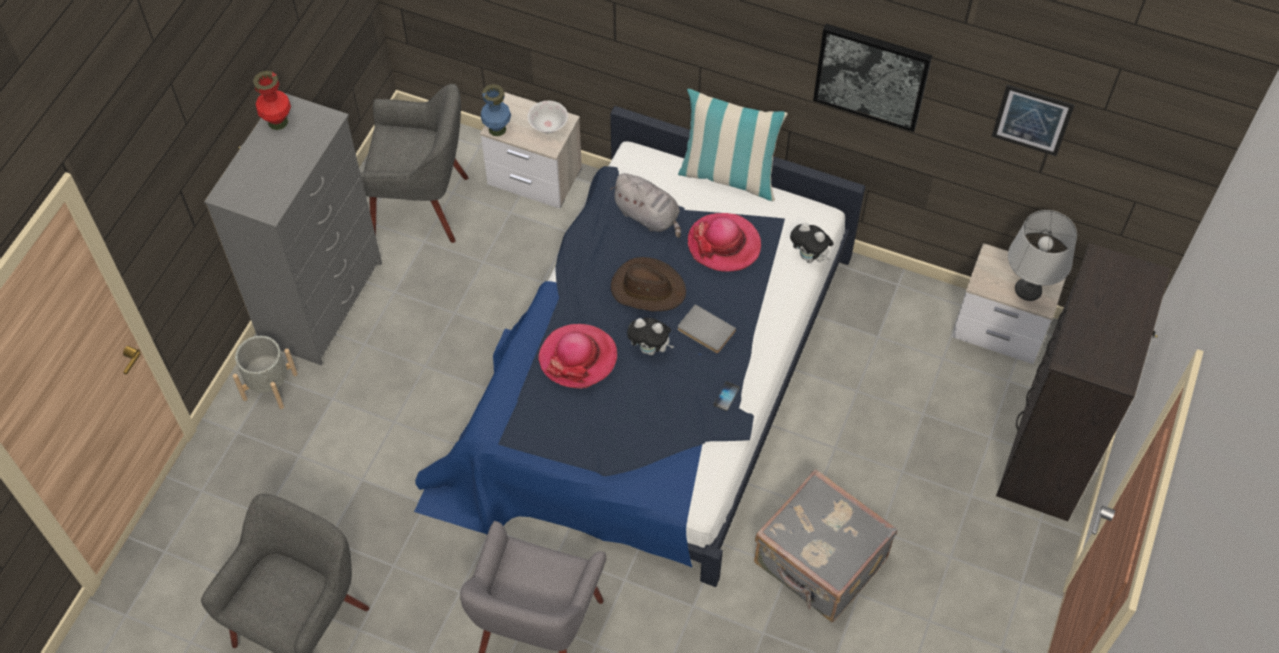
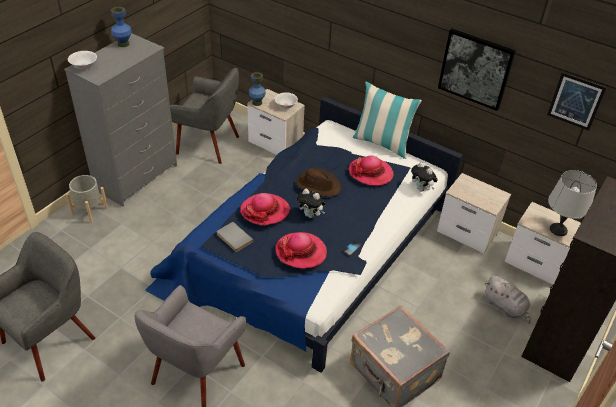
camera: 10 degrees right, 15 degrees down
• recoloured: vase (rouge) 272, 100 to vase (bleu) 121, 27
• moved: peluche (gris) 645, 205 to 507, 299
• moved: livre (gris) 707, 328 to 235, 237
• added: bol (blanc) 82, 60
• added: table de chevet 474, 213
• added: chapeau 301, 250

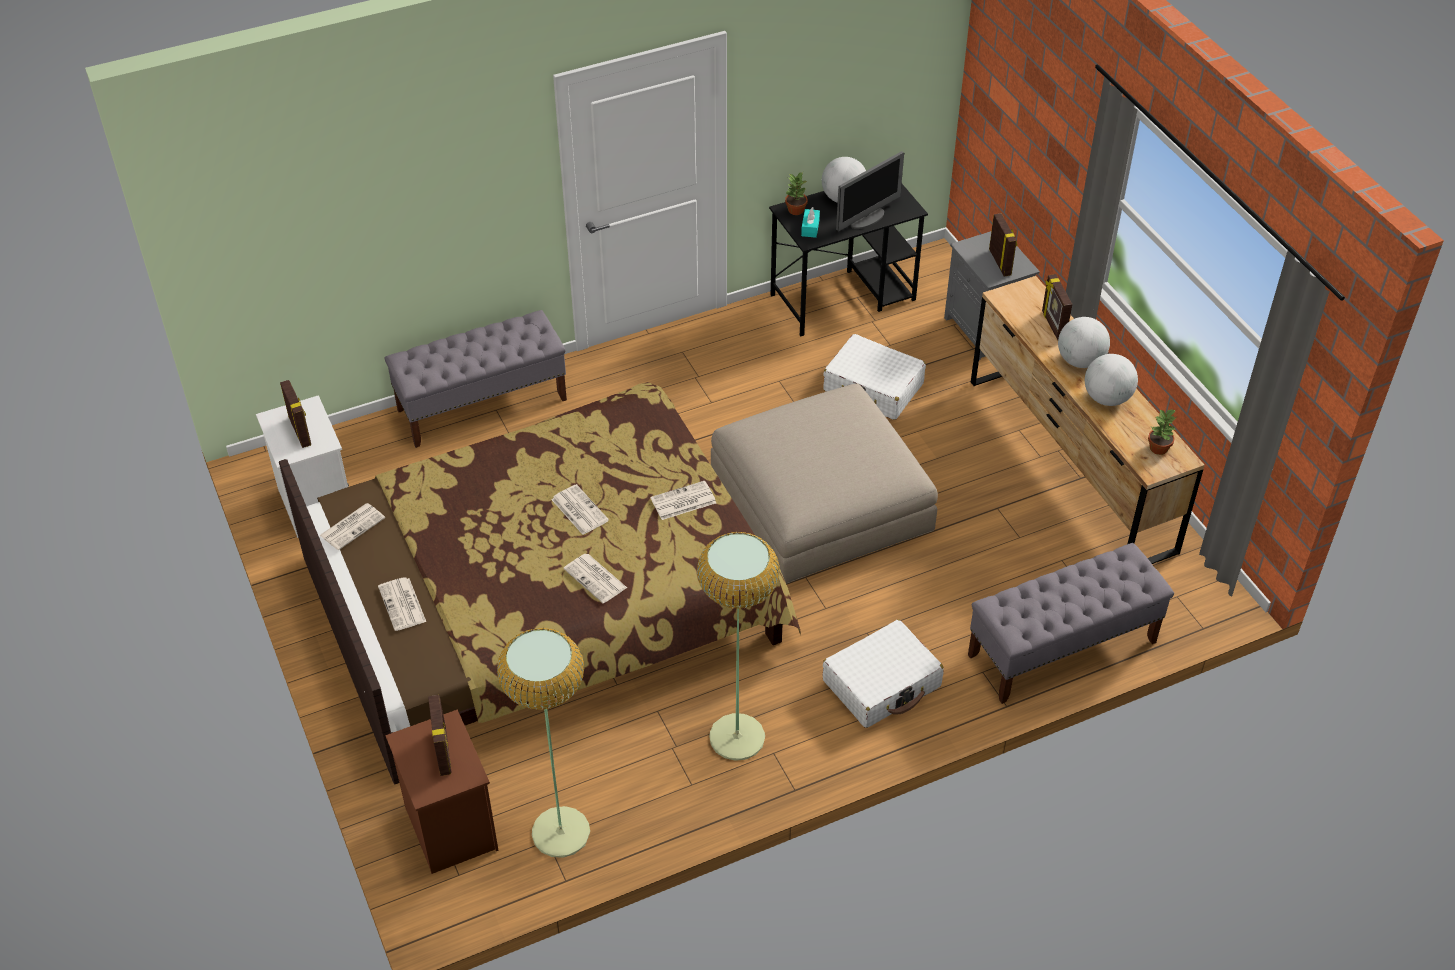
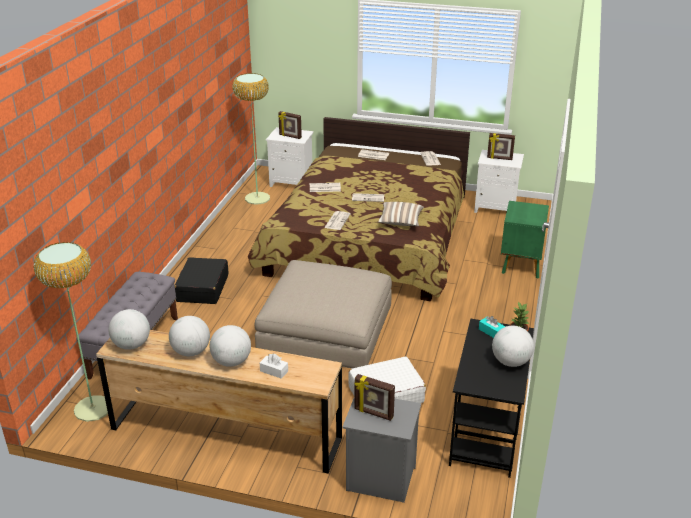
camera: 130 degrees right, 15 degrees down
• removed: écran d'ordinateur 870, 191
• replaced: cadre photo 1057, 307 to boîte à mouchoirs (blanc) 274, 366
• replaced: banc (gris) 476, 379 to table de chevet (vert) 525, 240
• replaced: plante en pot 1162, 431 to globe 129, 329
• moved: lampadaire 738, 646 to 70, 332
• recoloured: valise (blanc) 883, 674 to valise (noir) 201, 280
• recoloured: table de chevet (marron) 442, 791 to table de chevet (blanc) 290, 157
• added: coussin 401, 214

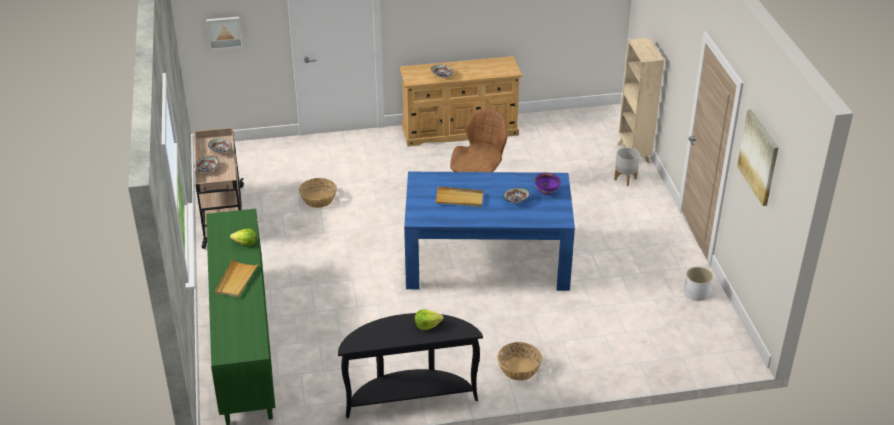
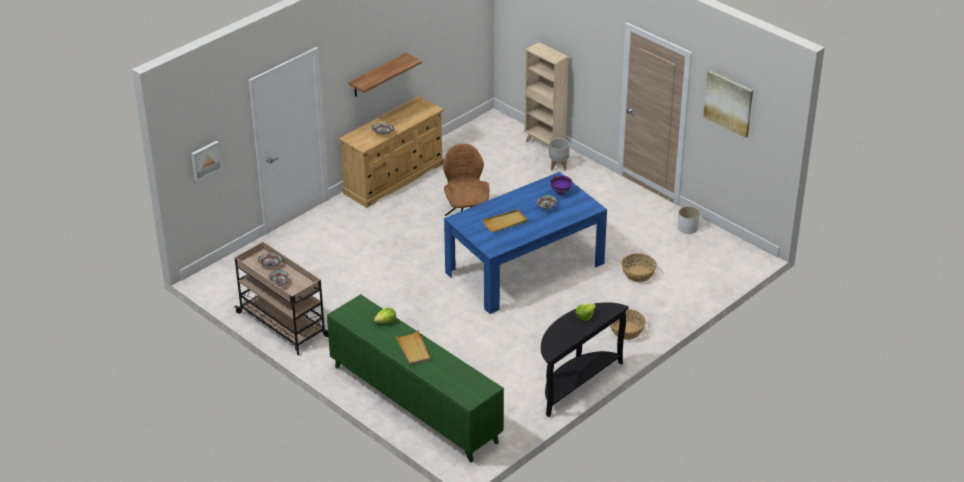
camera: 35 degrees left, 0 degrees up
• moved: panier 318, 193 to 639, 267
• added: étagère 385, 75

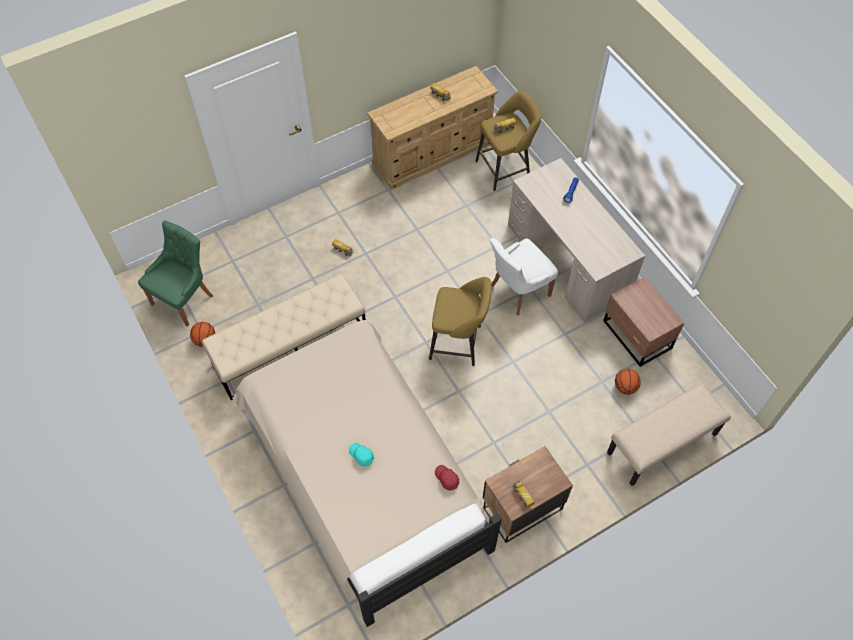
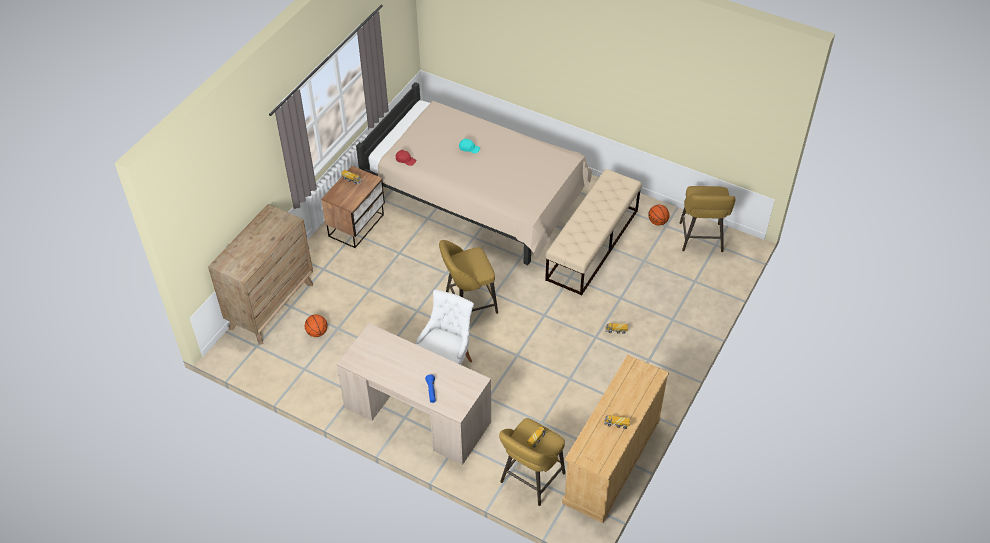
camera: 150 degrees right, 10 degrees down
• replaced: chaise (vert) 175, 274 to tabouret (jaune) 707, 219
• removed: table de chevet (marron) 643, 322
• replaced: banc (beige) 669, 434 to commode (marron) 260, 274

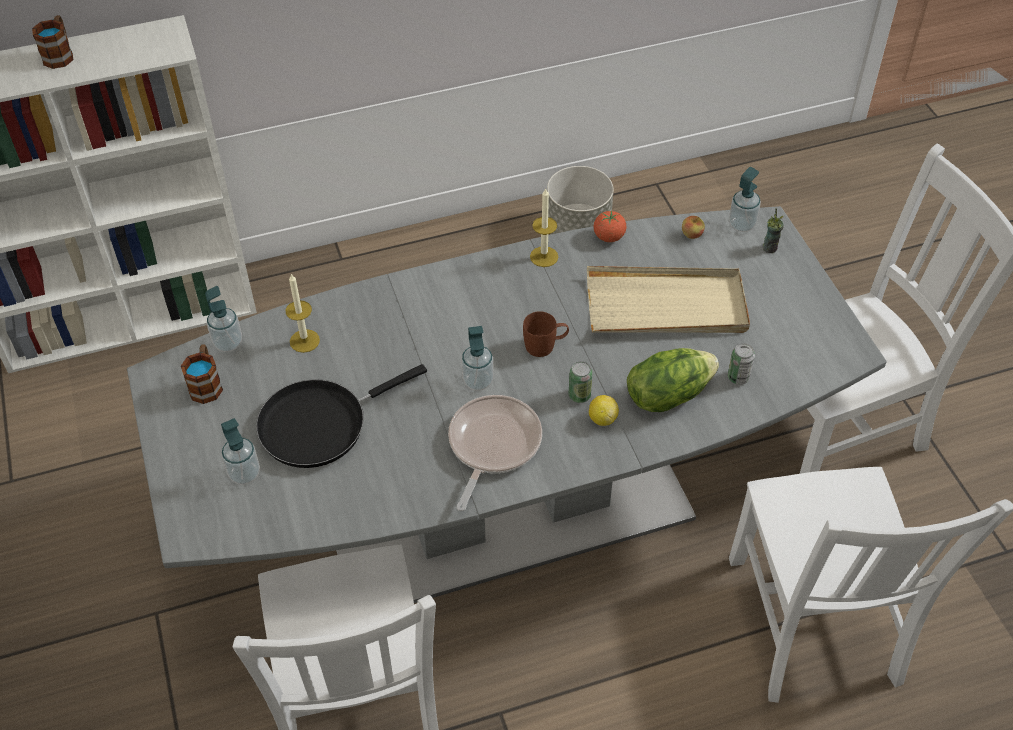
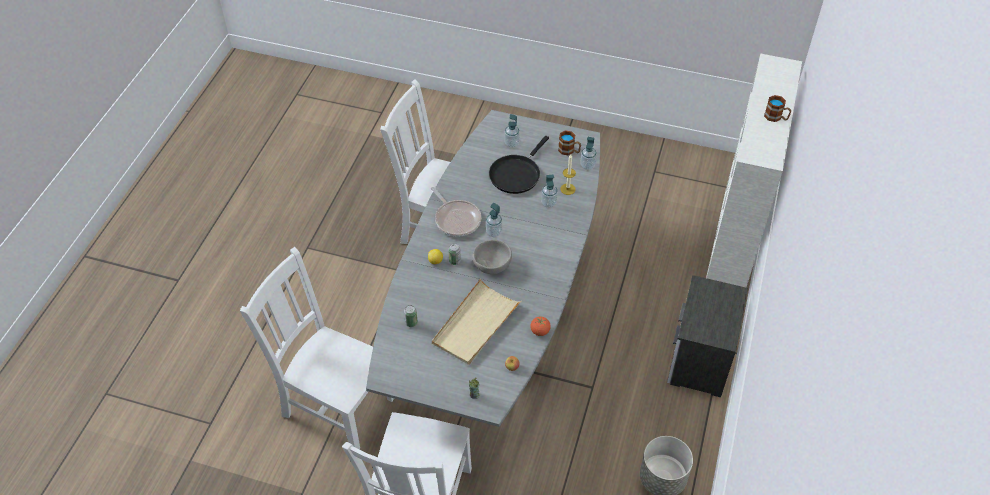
camera: 125 degrees right, 0 degrees up
• moved: distributeur de savon 745, 199 to 549, 191
• removed: bougie 544, 227
• replaced: mug (marron) 546, 334 to bol (gris) 492, 257
• removed: laitue 673, 380
• turned: poêle (noir) 341, 416 = 519, 165 150 degrees counterclockwise
• added: table de chevet 707, 336

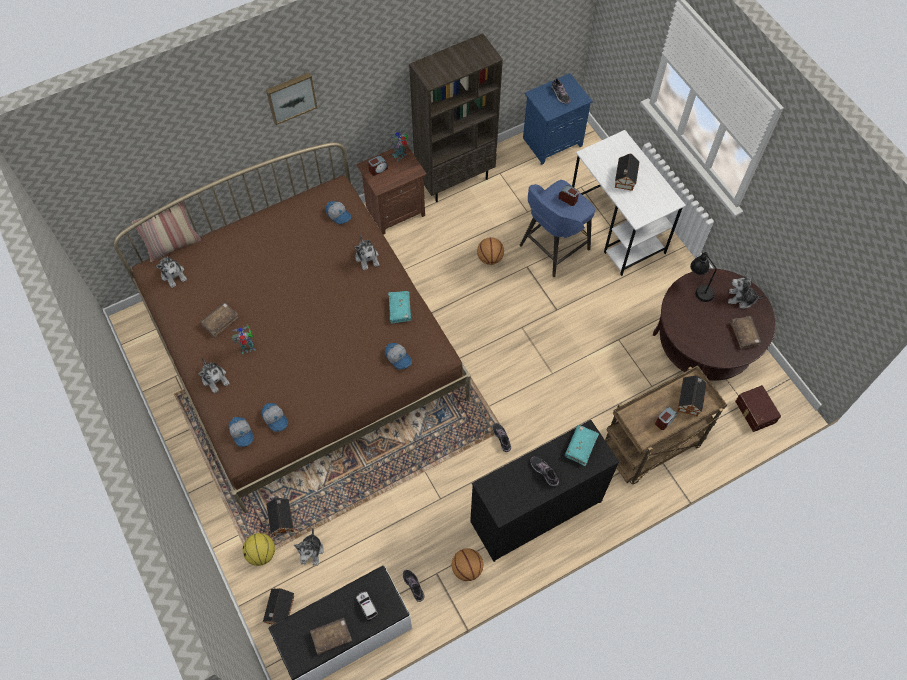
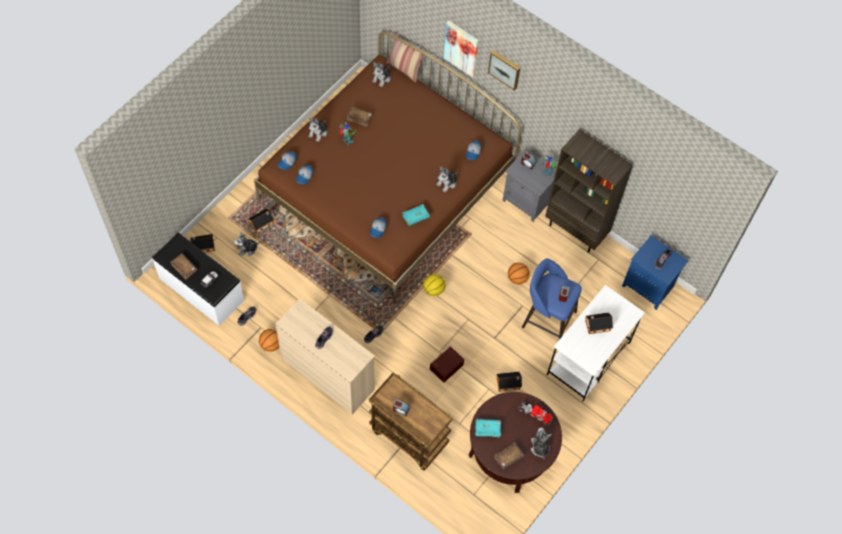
camera: 65 degrees right, 0 degrees up
• recoloured: table de chevet (marron) 391, 190 to table de chevet (gris) 529, 185
• replaced: lampe de table (noir) 703, 277 to camion jouet 535, 413
• moved: maison miniature 692, 395 to 509, 382
• moved: boîte de rangement (marron) 758, 408 to 447, 364
• recoloured: commode (noir) 544, 491 to commode (beige) 325, 357
• moved: livre (turquoise) 582, 445 to 488, 428
• moved: ballon de basket 259, 549 to 434, 285
• added: tableau 461, 48

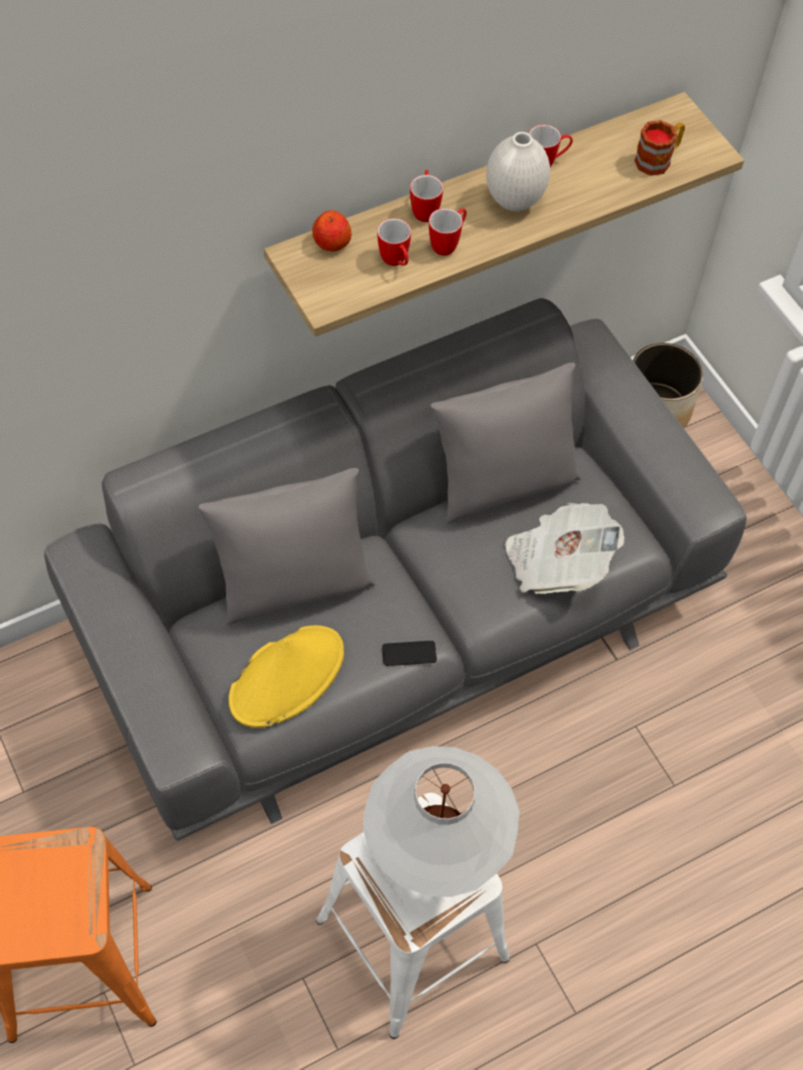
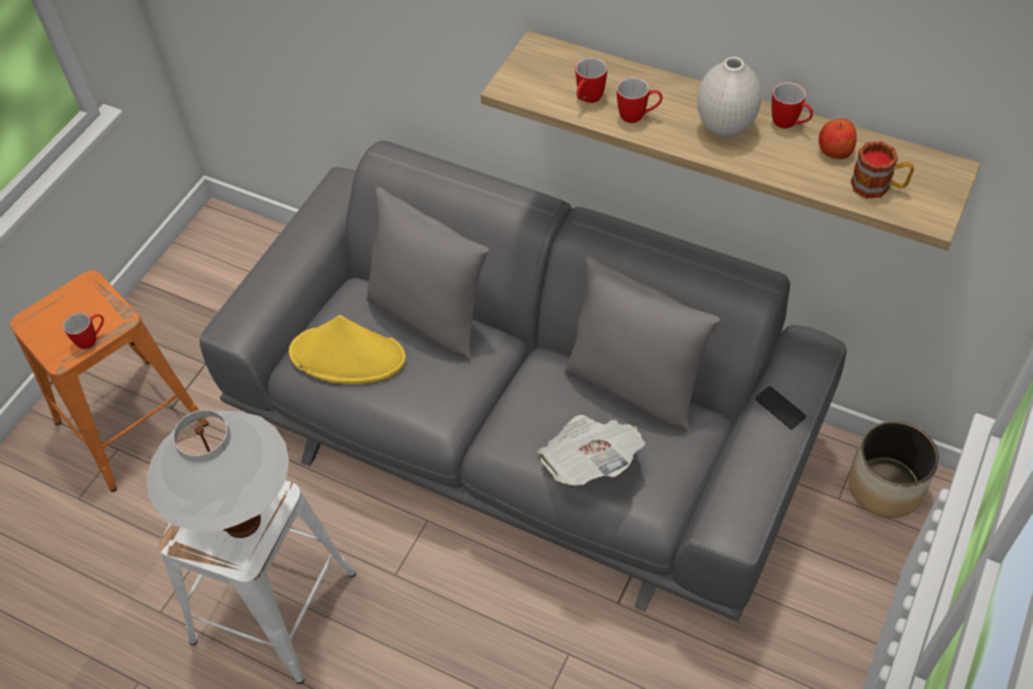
camera: 60 degrees right, 5 degrees down
• moved: mug 426, 196 to 83, 330
• moved: pomme 331, 231 to 838, 139
• moved: téléphone 409, 653 to 780, 407

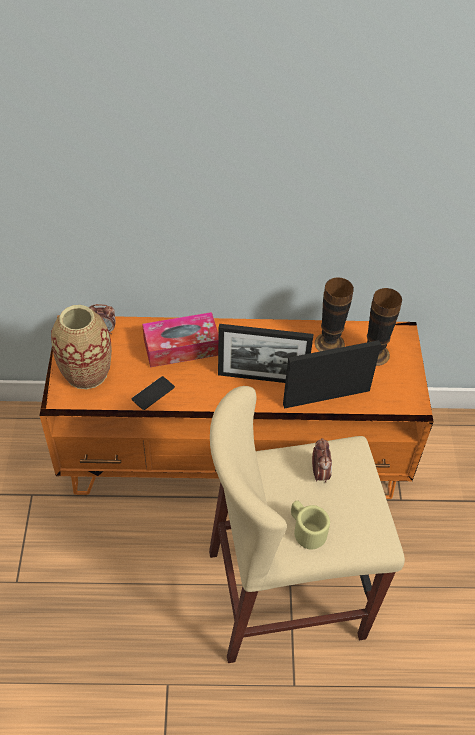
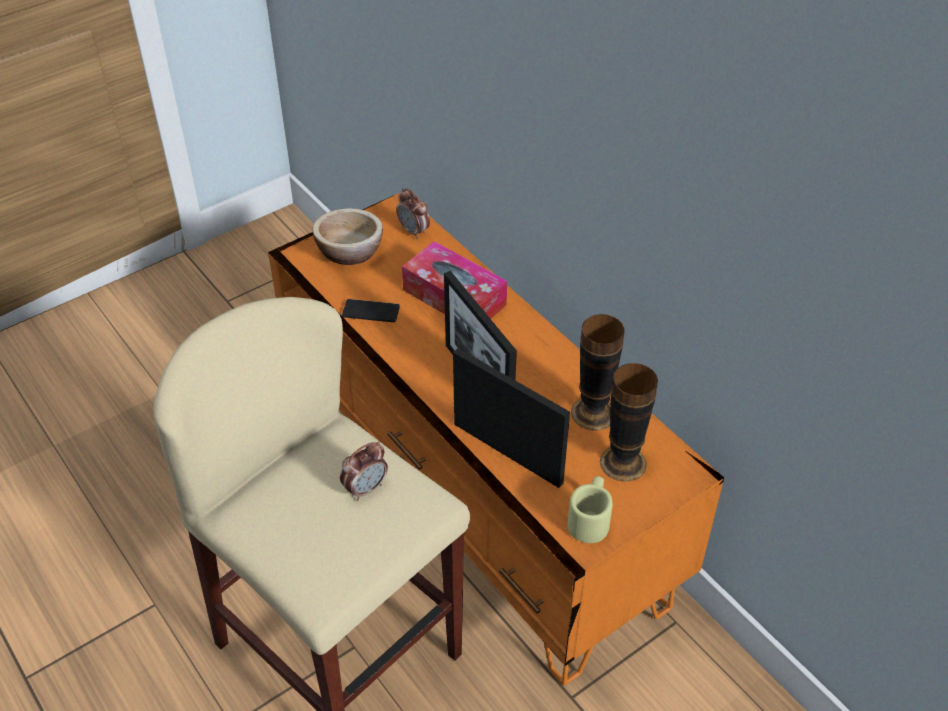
camera: 55 degrees right, 5 degrees down
• replaced: vase 81, 347 to bol 347, 236
• moved: mug (beige) 310, 525 to 590, 509

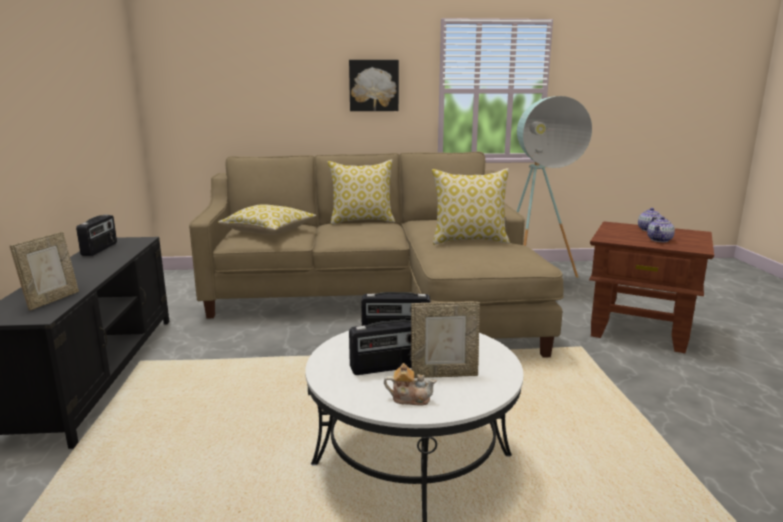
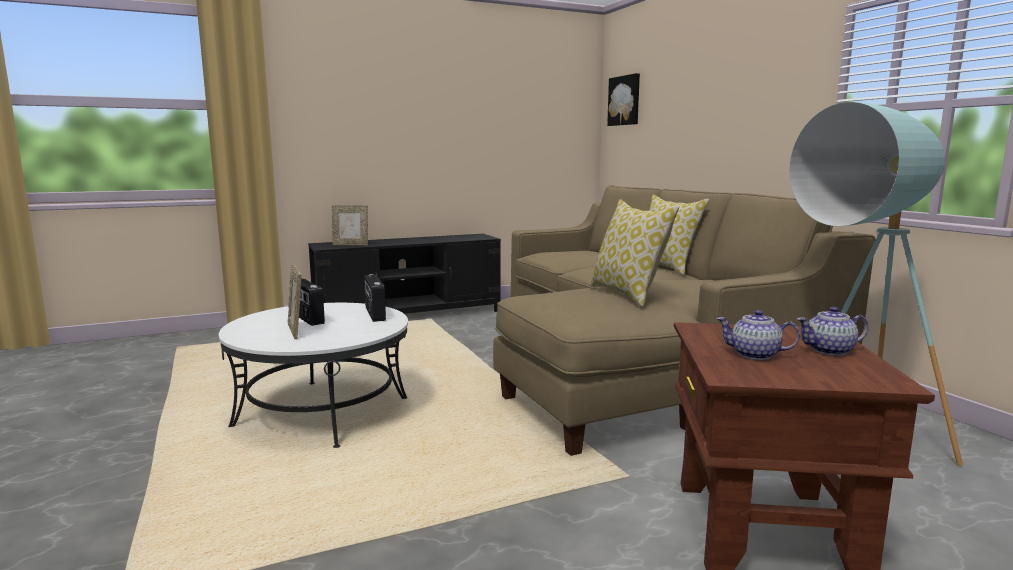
camera: 70 degrees right, 5 degrees down
• moved: tableau 374, 85 to 623, 99
• removed: coussin 267, 219
• removed: radio 96, 235
• removed: théière 410, 384

